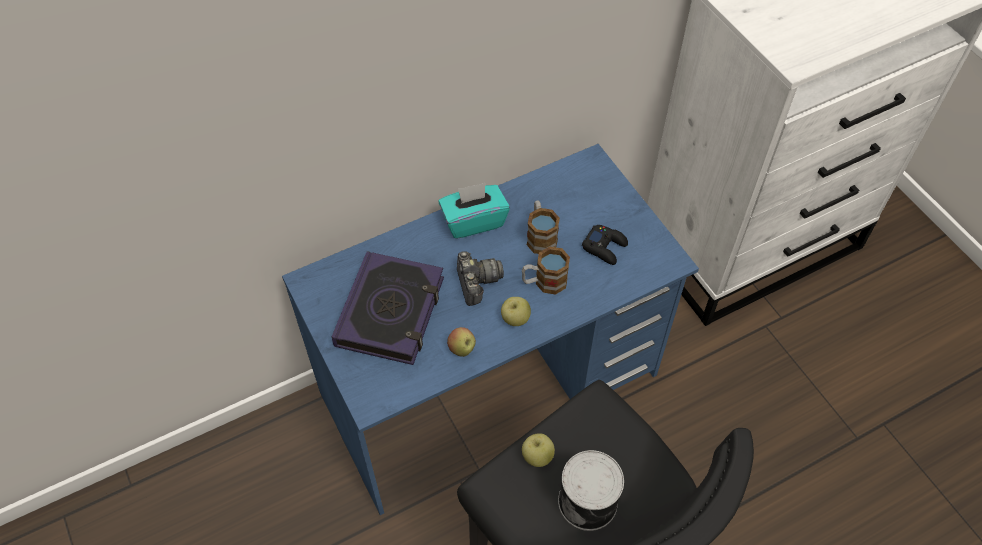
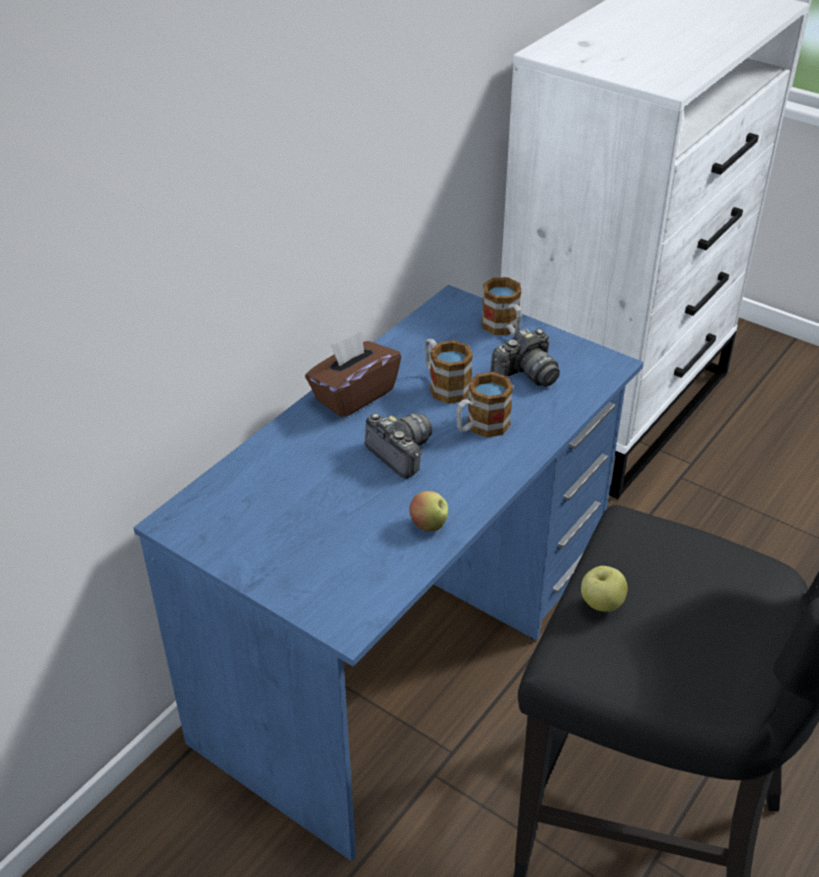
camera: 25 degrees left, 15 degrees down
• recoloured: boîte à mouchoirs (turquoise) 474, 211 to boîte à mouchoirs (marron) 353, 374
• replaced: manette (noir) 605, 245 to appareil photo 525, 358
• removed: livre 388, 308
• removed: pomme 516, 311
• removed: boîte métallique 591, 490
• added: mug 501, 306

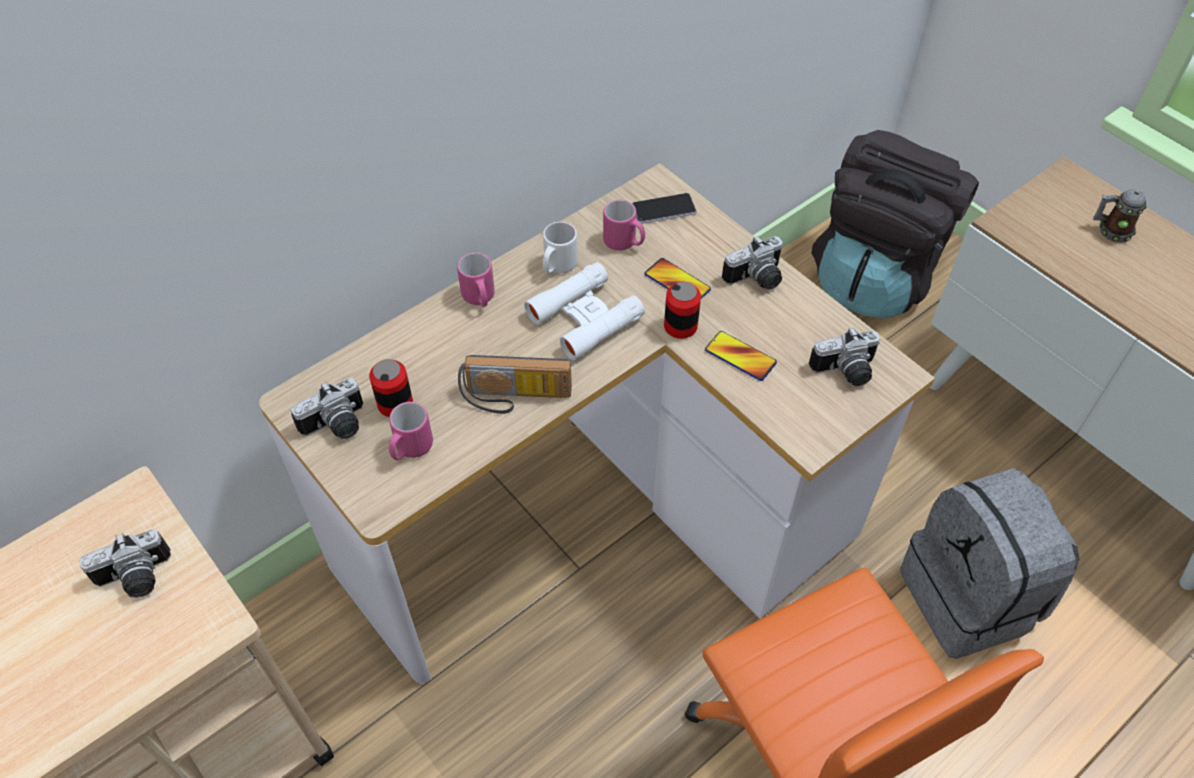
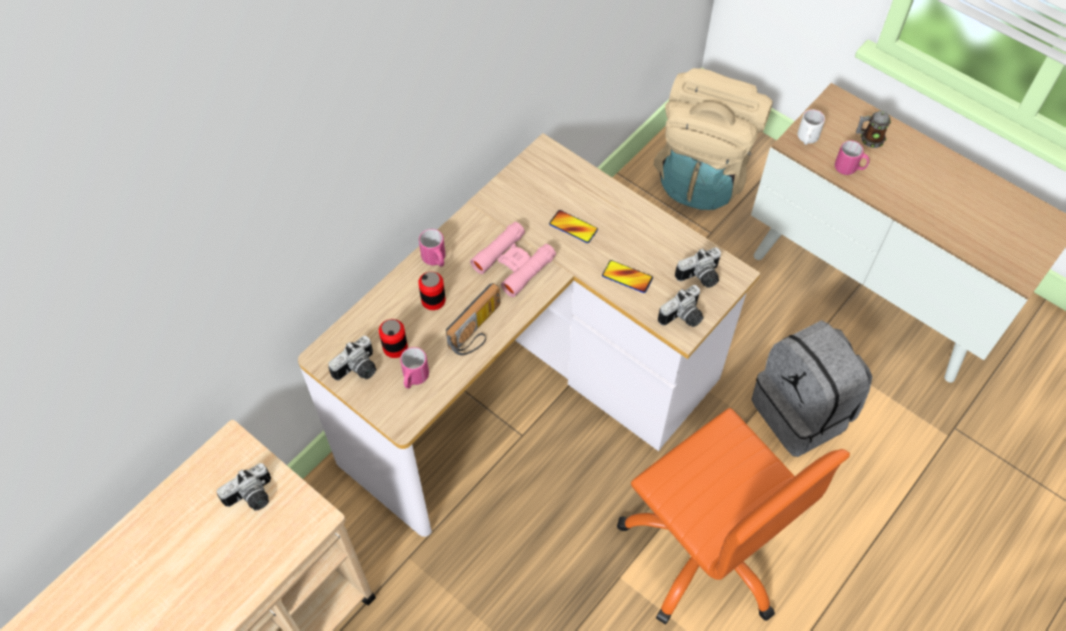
camera: 10 degrees left, 5 degrees up
• recoloured: sac à dos (noir) 895, 224 to sac à dos (beige) 713, 139
• removed: téléphone 664, 208
• moved: mug (rose) 624, 225 to 852, 158
• moved: mug (blanc) 560, 247 to 811, 127
• moved: appareil photo 752, 263 to 681, 306
• recoloured: jumelles (blanc) 584, 311 to jumelles (rose) 513, 259
• moved: boîte métallique 682, 310 to 432, 291
• turned: radio 515, 384 = 473, 319 45 degrees counterclockwise

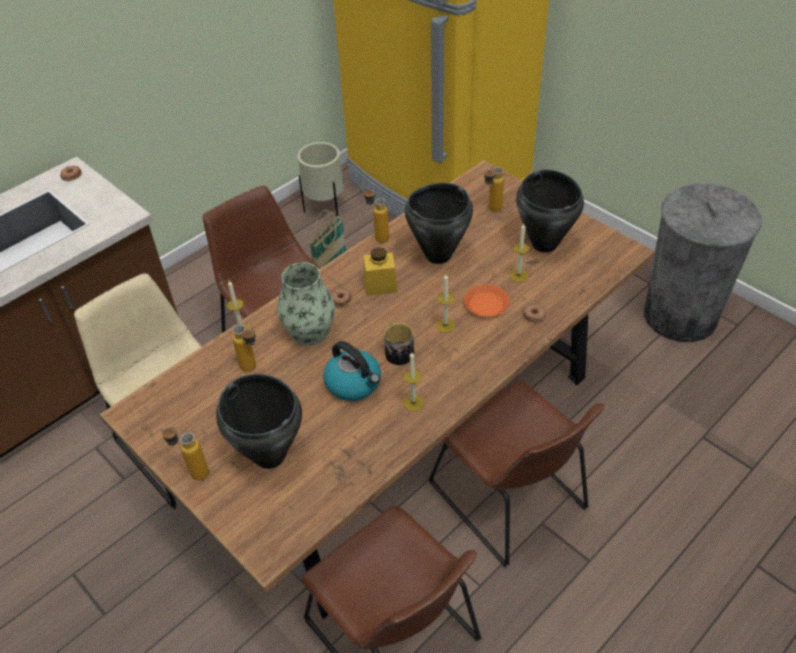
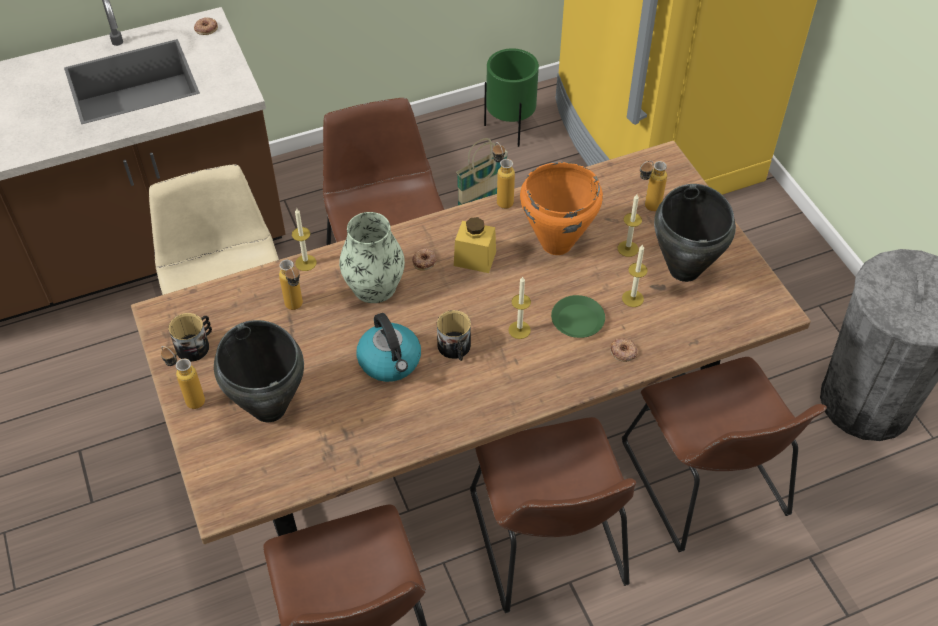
camera: 20 degrees right, 5 degrees up
• recoloured: cache-pot (beige) 320, 179 to cache-pot (vert) 511, 97
• recoloured: marmite (noir) 439, 223 to marmite (orange) 561, 208
• recoloured: assiette (orange) 486, 300 to assiette (vert) 578, 316
• moved: bougie 413, 381 to 630, 225
• added: mug 190, 337
• added: chaise (marron) 724, 454

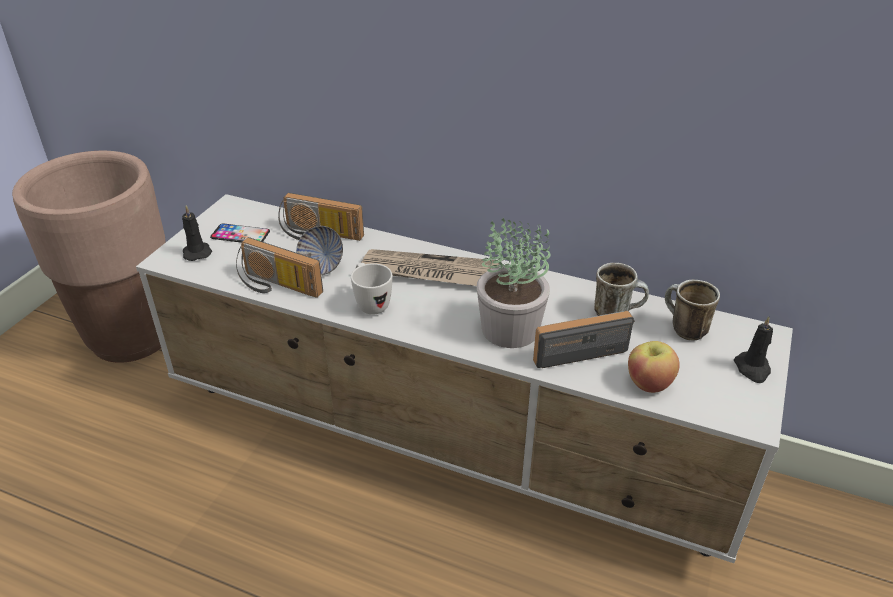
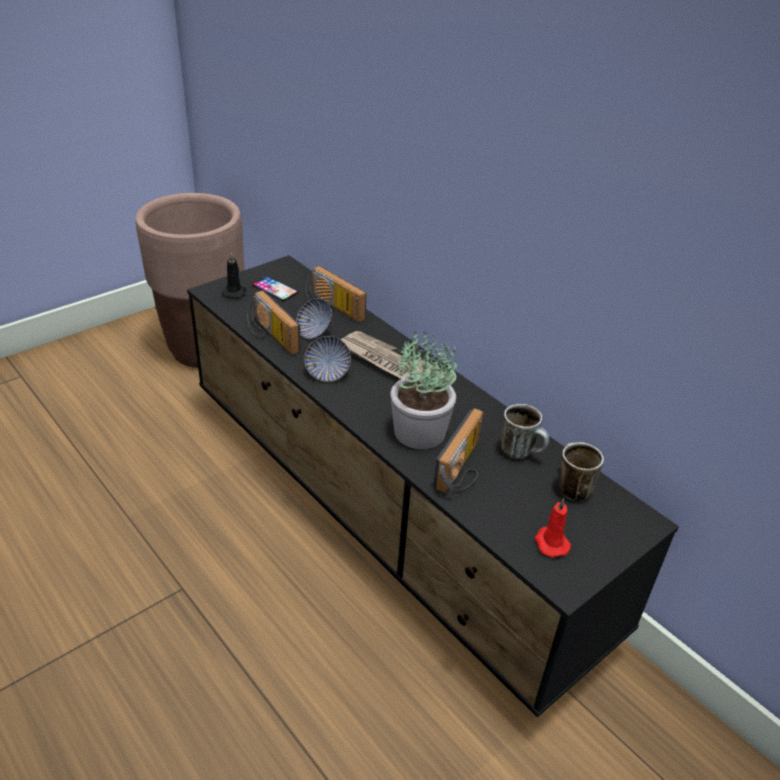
camera: 25 degrees right, 0 degrees up
• recoloured: meuble télé (blanc) 464, 378 to meuble télé (noir) 433, 486
• replaced: mug (blanc) 371, 289 to bol 327, 359
• turned: radio 584, 339 = 458, 451 105 degrees clockwise
• removed: bougie (noir) 753, 349
• removed: pomme 654, 367
• added: bougie (rouge) 553, 528

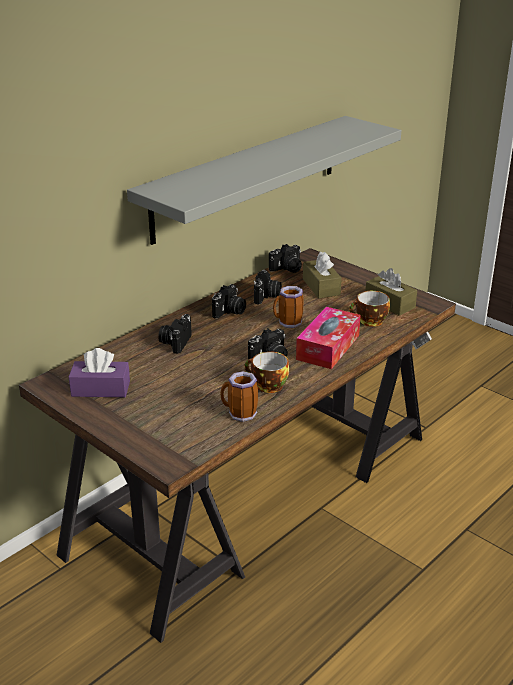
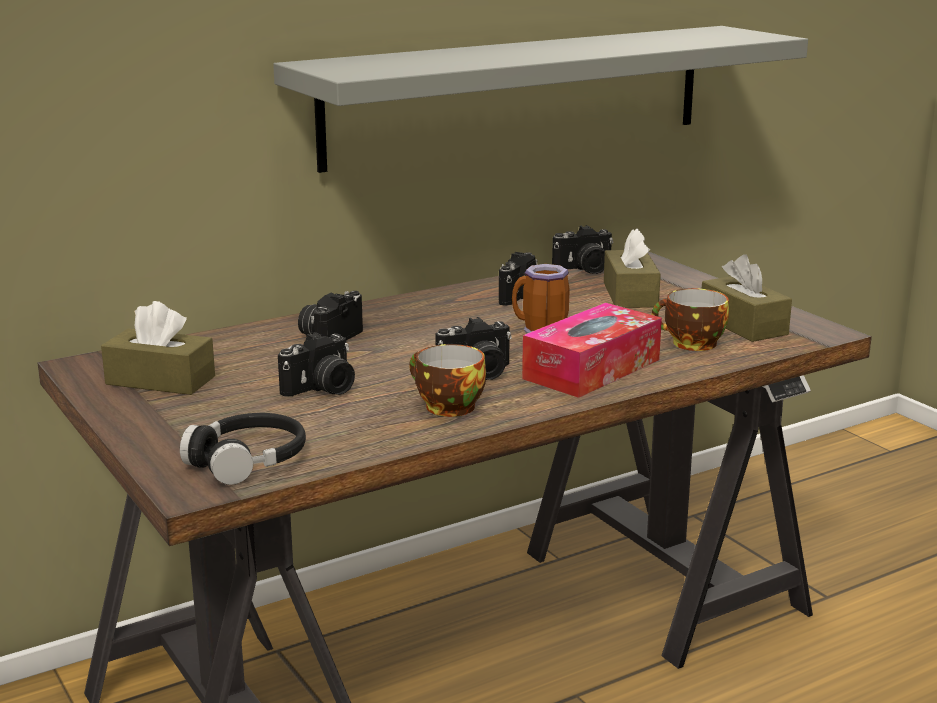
camera: 15 degrees right, 10 degrees down
• moved: appareil photo 229, 301 to 316, 364
• recoloured: boîte à mouchoirs (violet) 99, 372 to boîte à mouchoirs (marron) 158, 348
• removed: mug 239, 396
• added: casque audio (noir) 243, 449

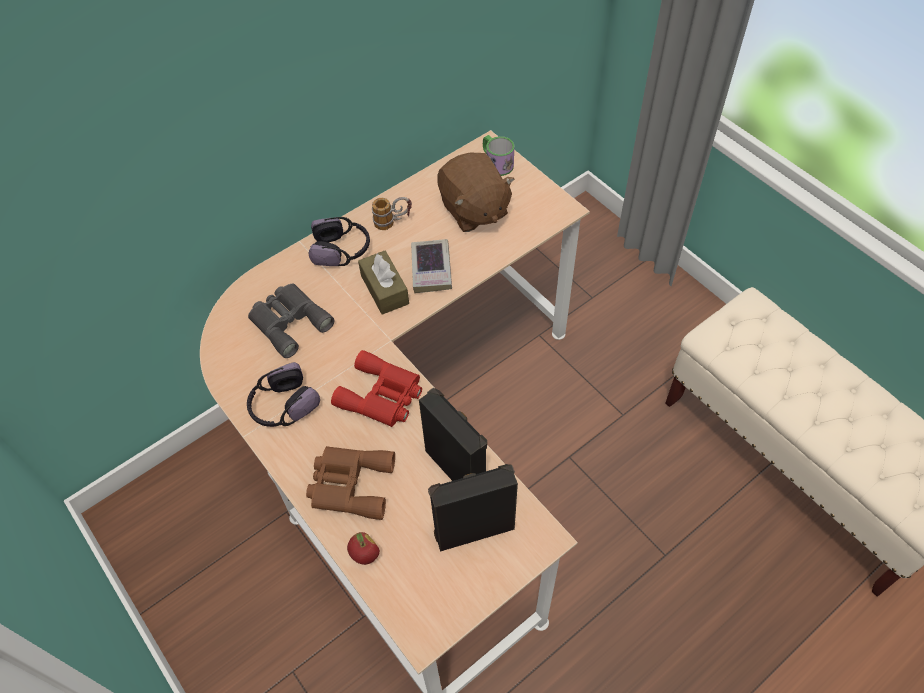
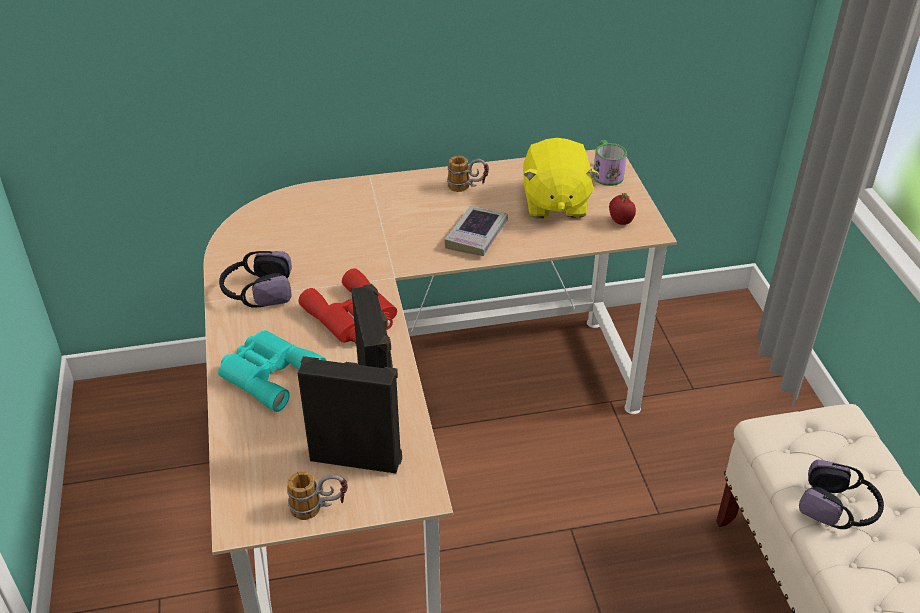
camera: 25 degrees right, 15 degrees down
• recoloured: peluche (marron) 476, 192 to peluche (jaune) 561, 178
• moved: casque audio 339, 241 to 841, 494
• removed: boîte à mouchoirs (marron) 383, 283
• removed: jumelles (gris) 291, 321
• recoloured: jumelles (marron) 350, 483 to jumelles (turquoise) 272, 371
• moved: pomme 363, 548 to 622, 209
• added: mug 317, 495

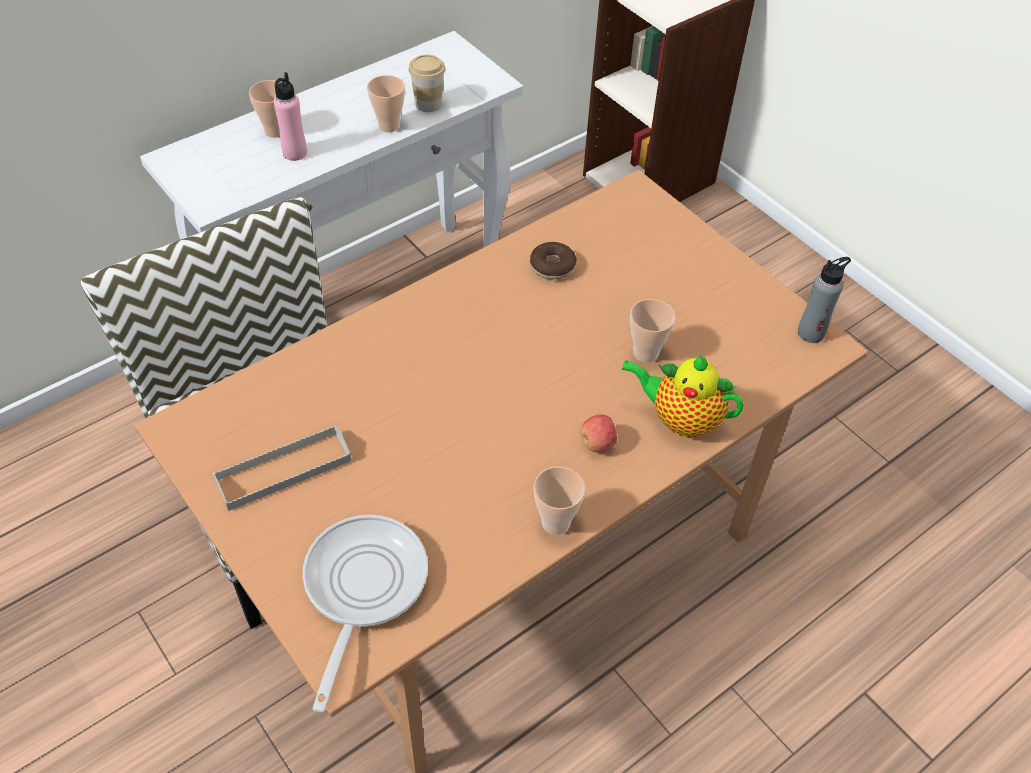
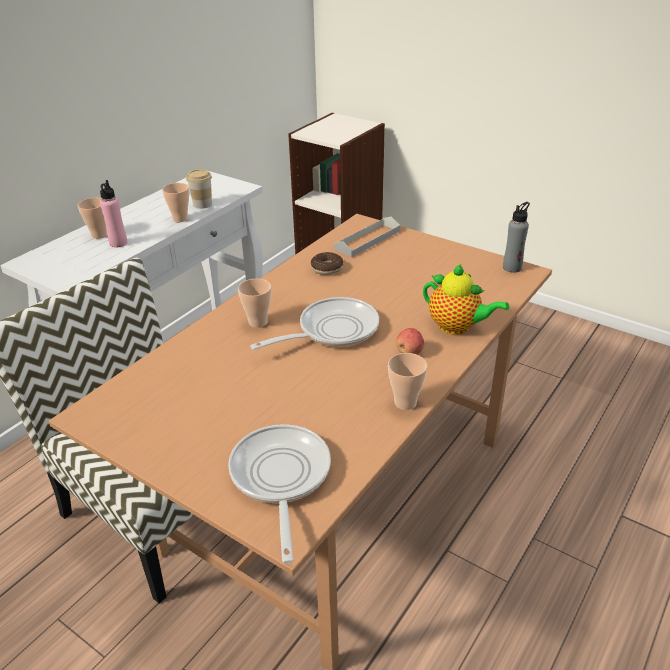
camera: 15 degrees left, 15 degrees down
• moved: tasse 653, 331 to 254, 303
• turned: théière 682, 396 = 466, 299 150 degrees counterclockwise
• moved: plateau (gris) 282, 468 to 367, 237
• added: poêle 314, 323

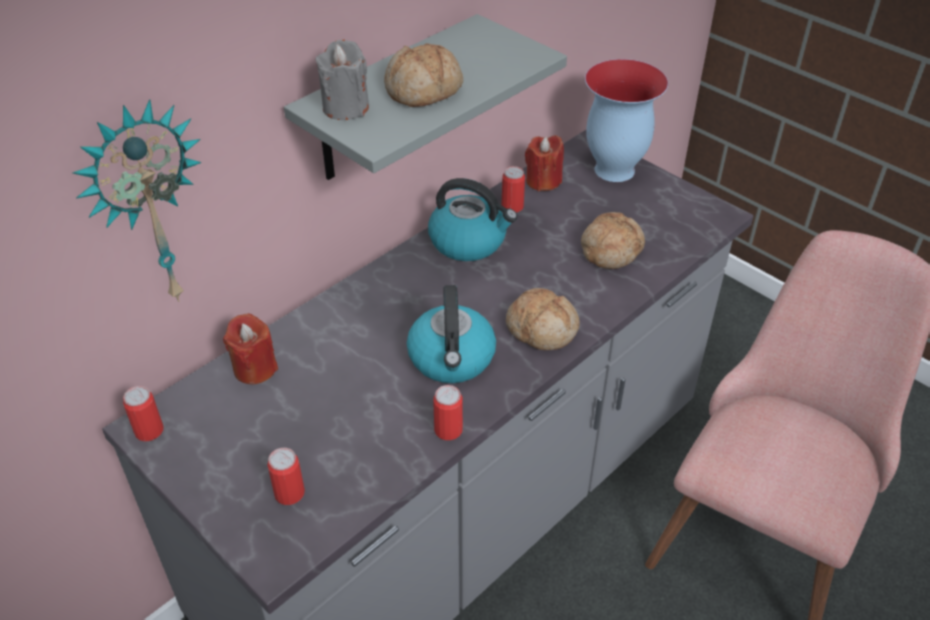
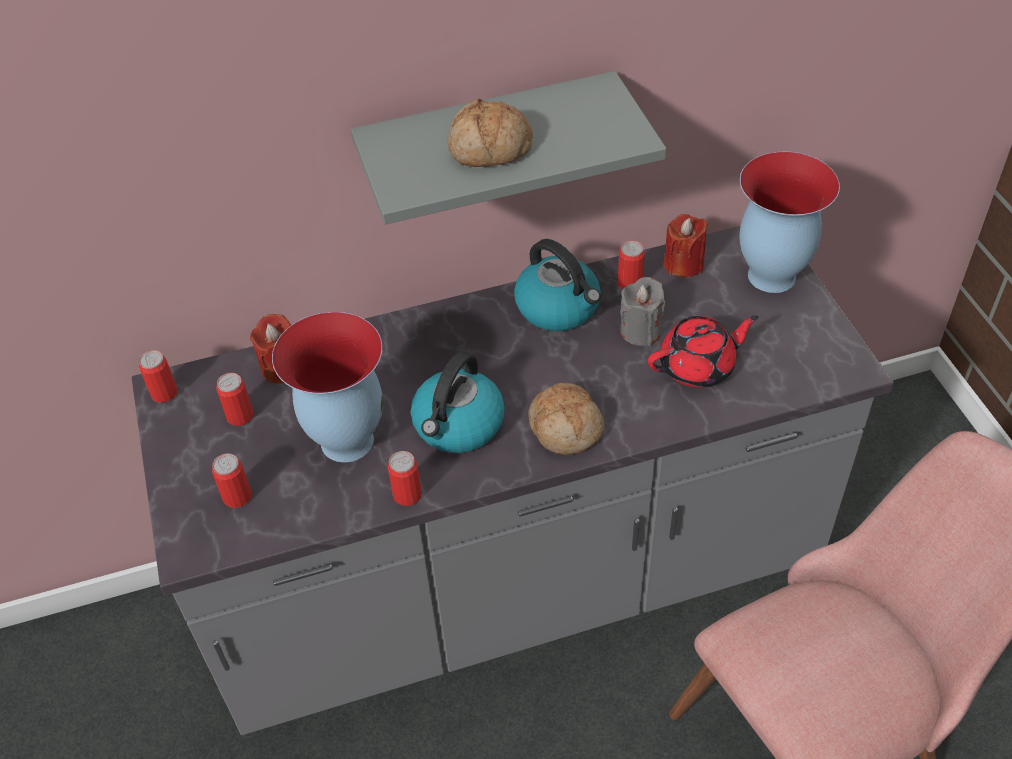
camera: 30 degrees right, 5 degrees up
• moved: bougie (gris) 342, 79 to 642, 311
• removed: horloge murale 136, 200
• replaced: pain 613, 240 to théière (rouge) 703, 351
• added: vase 327, 387
• added: boîte métallique 235, 399

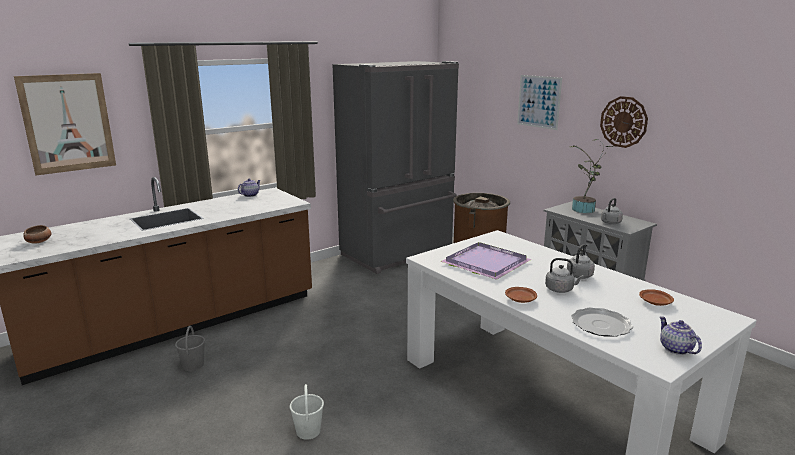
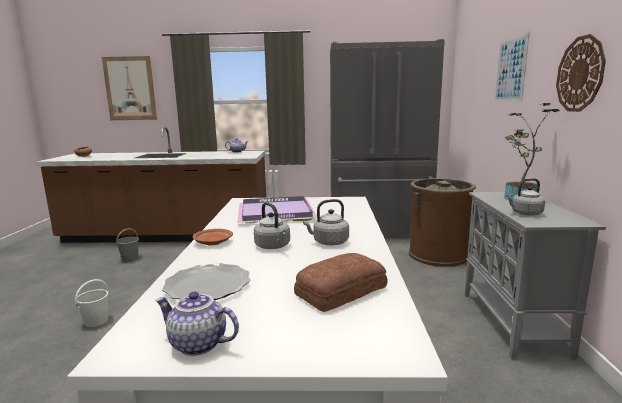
camera: 40 degrees right, 5 degrees down
• replaced: assiette (marron) 656, 297 to pain 341, 282
• turned: théière 680, 335 = 197, 324 90 degrees counterclockwise

